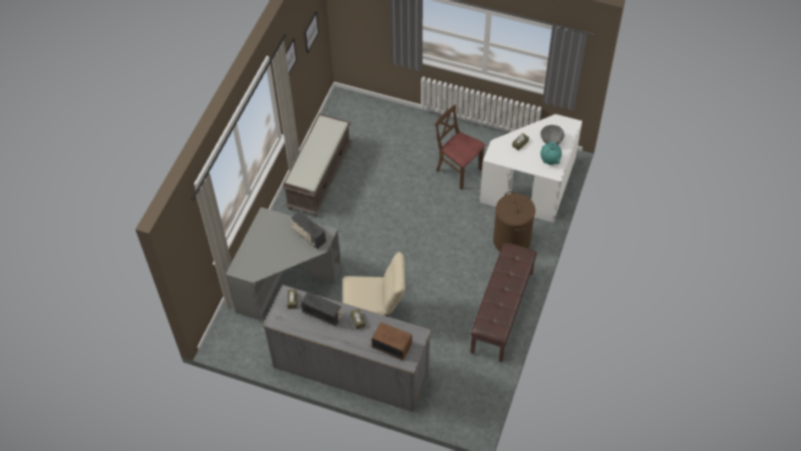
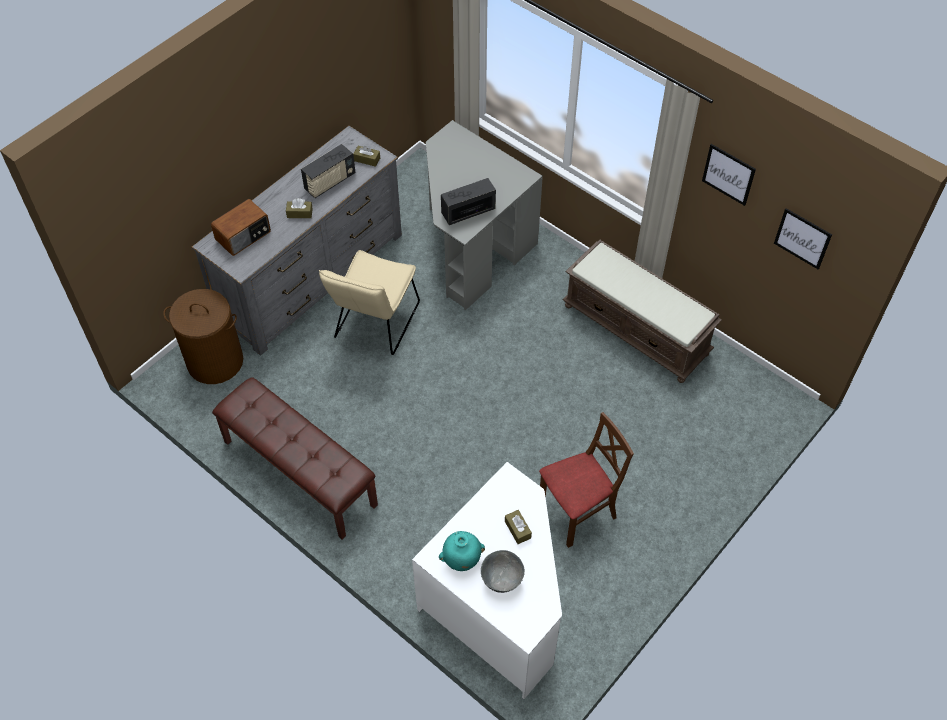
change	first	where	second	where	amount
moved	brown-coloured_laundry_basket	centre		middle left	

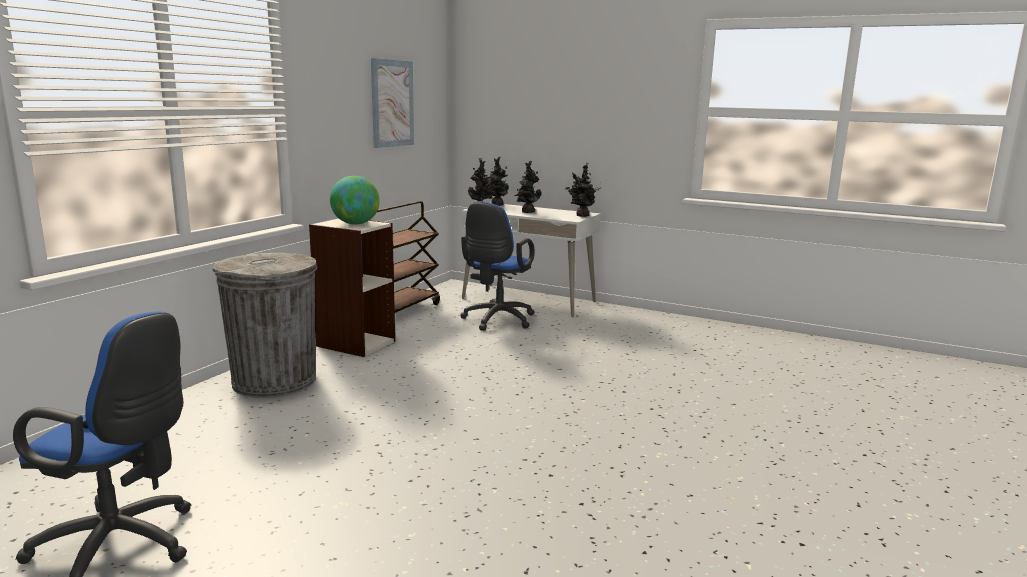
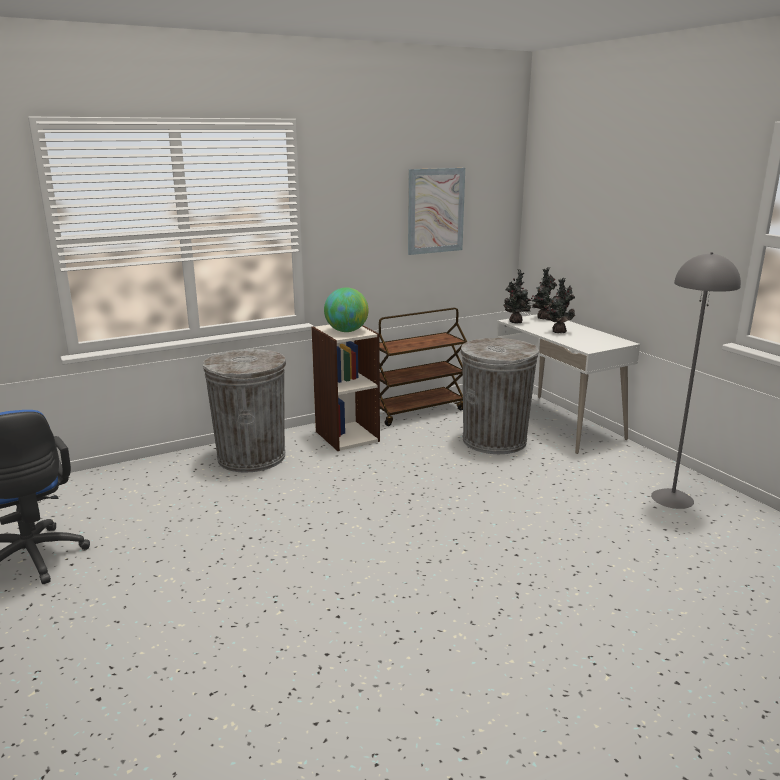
change	first	where	second	where	amount
replaced	blue-coloured_computer_chair (2nd from left)	centre	gray_trash_can (2nd from left)	centre	
added			gray_floor_lamp	middle right	
removed	plant_in_a_pot (4th from left)	top centre			

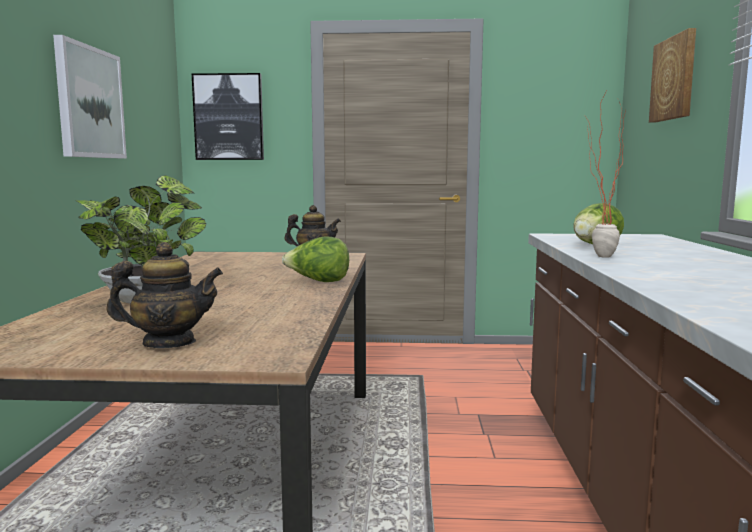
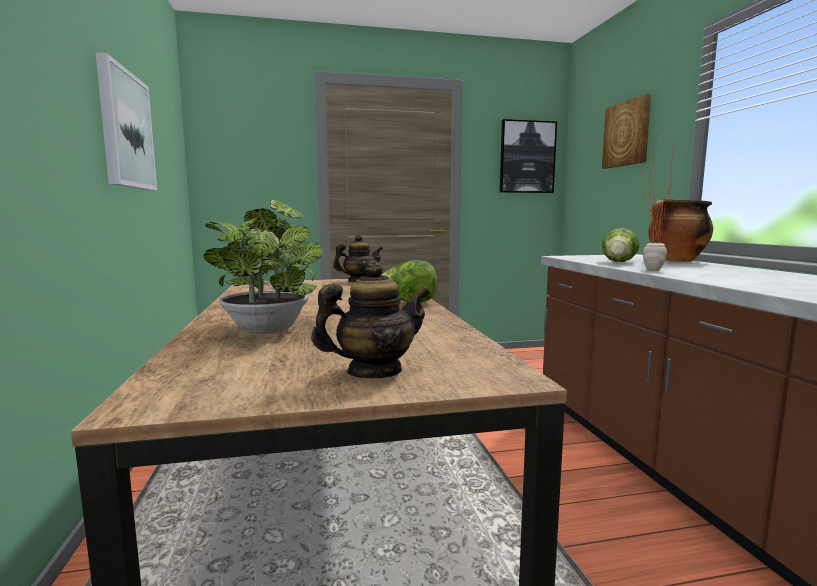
change	first	where	second	where	amount
moved	wall_picture (2nd from left)	top left		top centre	
added			saucepot	middle right	

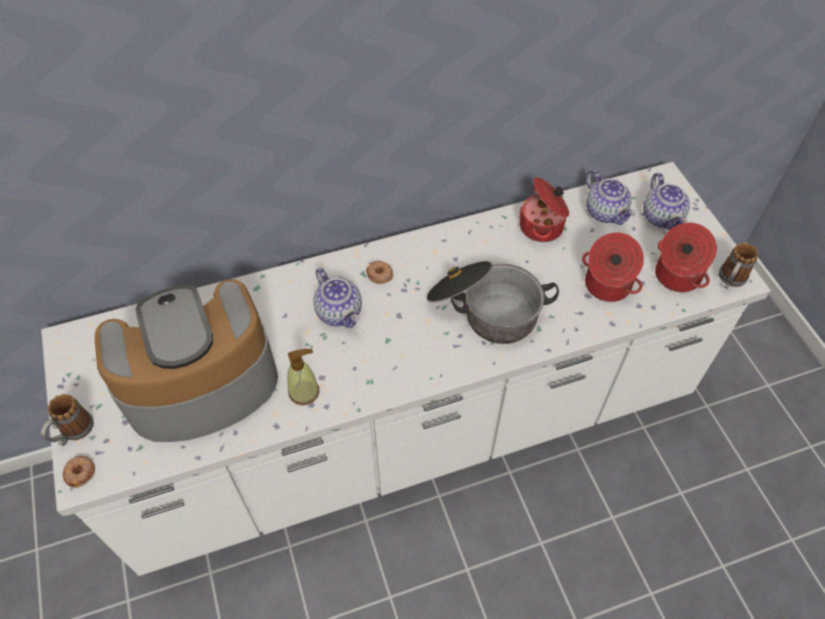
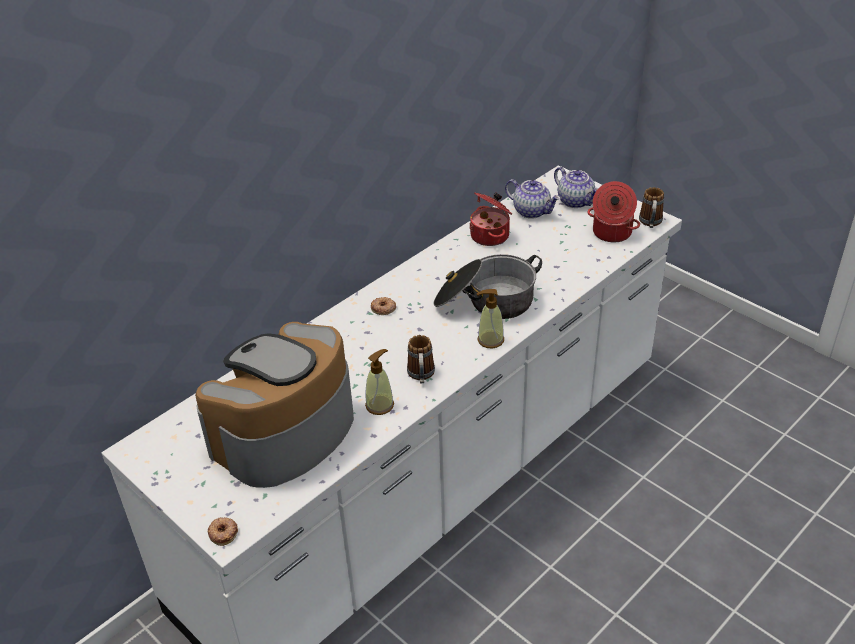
change	first	where	second	where	amount
moved	coffee_mug (1st from left)	bottom left		centre	
added			soap_dispenser (2nd from left)	centre	
removed	teapot (1st from left)	centre			
removed	saucepot (3rd from left)	middle right			

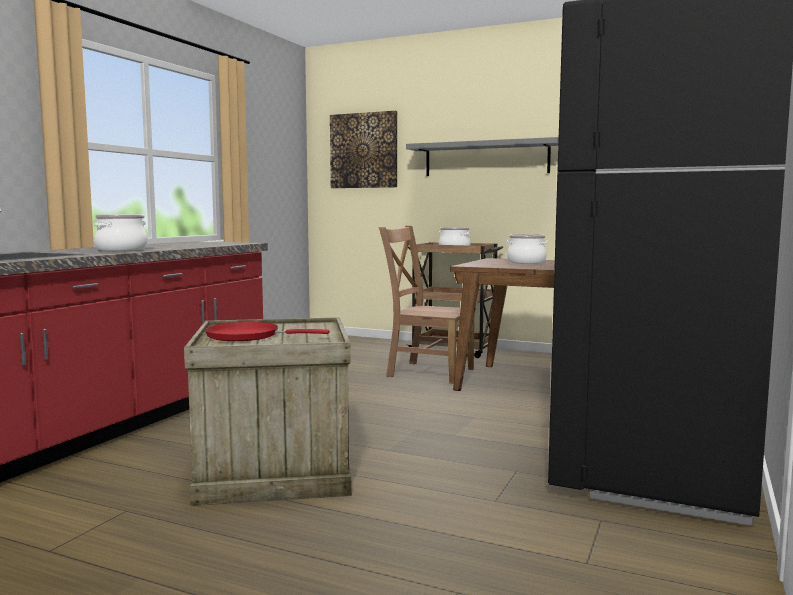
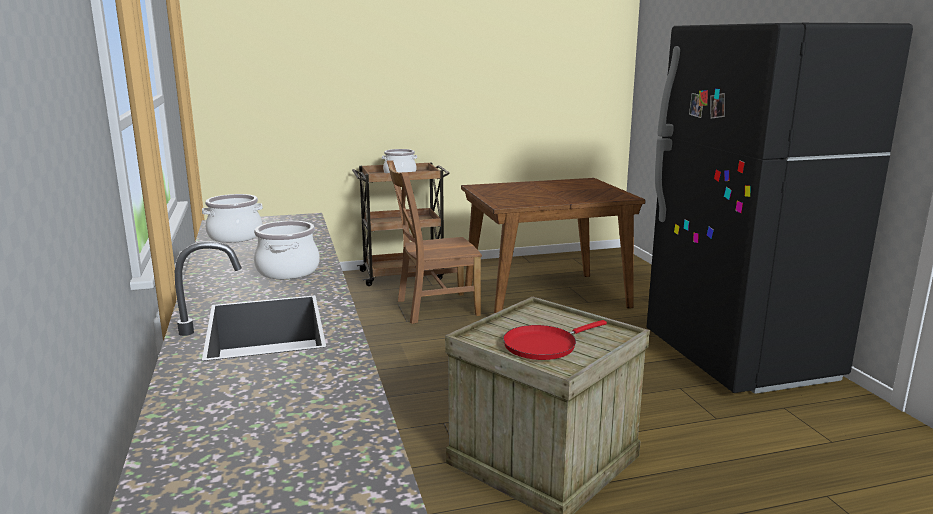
change	first	where	second	where	amount
moved	saucepot (3rd from left in the first image)	centre	saucepot (1st from left)	middle left	
removed	wall_picture	top centre			
removed	gray_shelf	top centre			

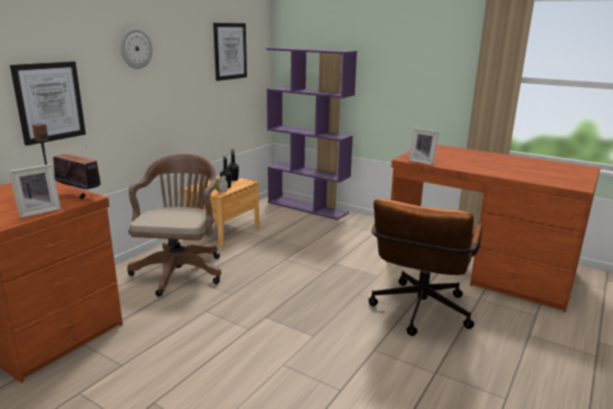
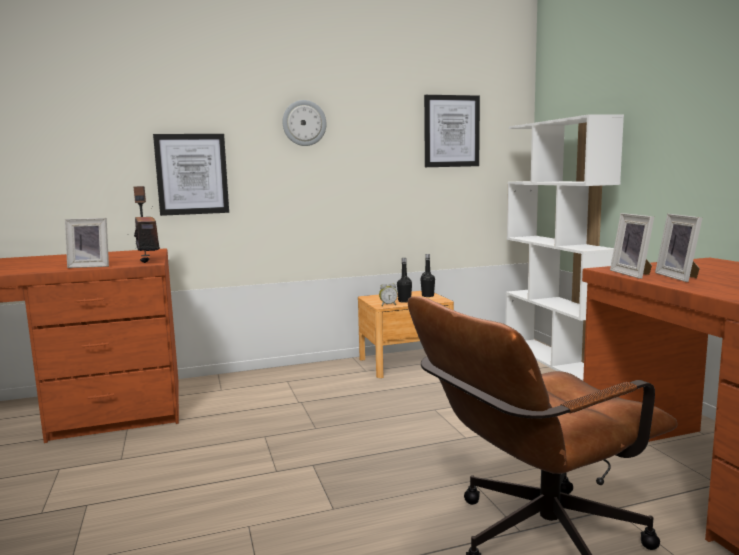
change	first	where	second	where	amount
recoloured	purplish_shelving_unit	top centre	white_shelving_unit	middle right	
added			standing_frame (3rd from left)	middle right	
removed	brown-coloured_computer_chair (1st from left)	middle left			

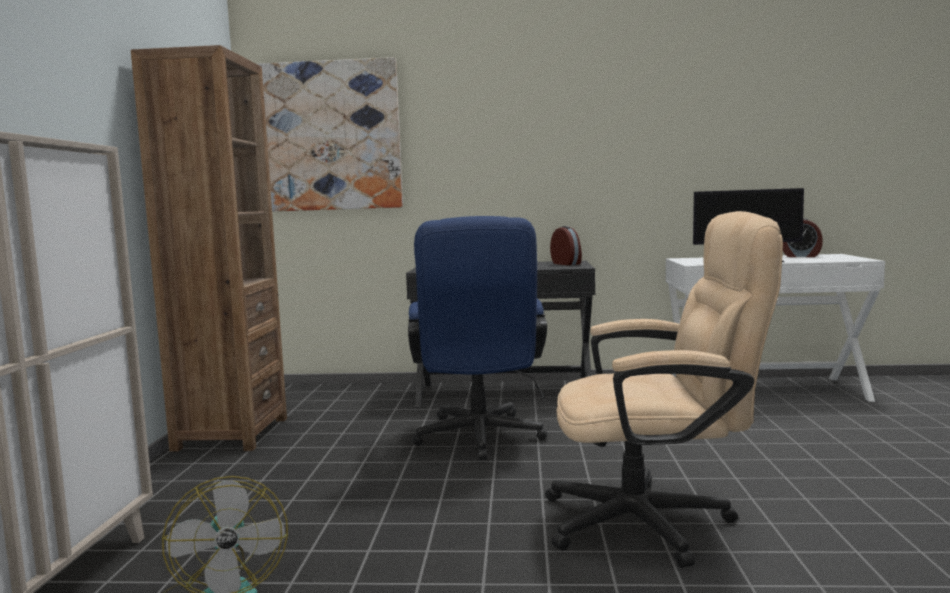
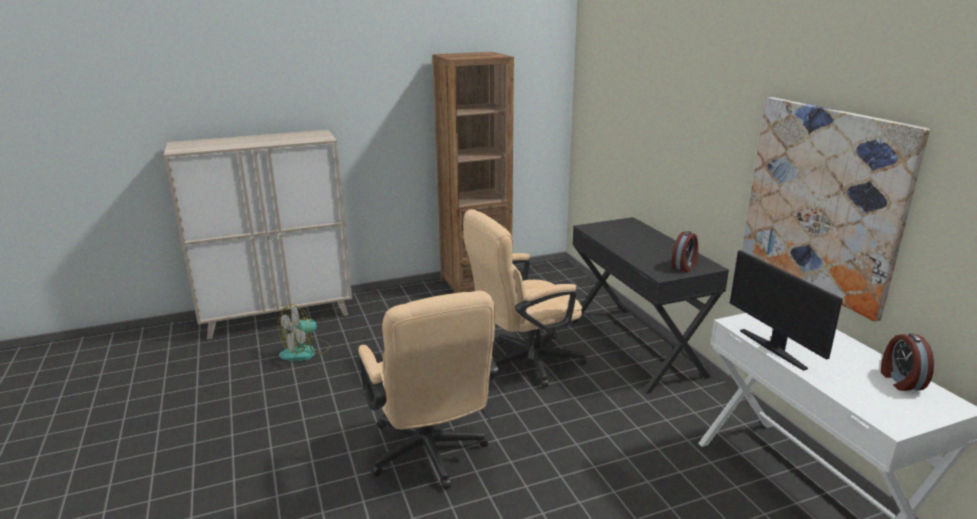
change	first	where	second	where	amount
recoloured	blue-coloured_computer_chair	centre	beige_computer_chair (2nd from left)	centre	
moved	wall_picture	top centre		middle right	

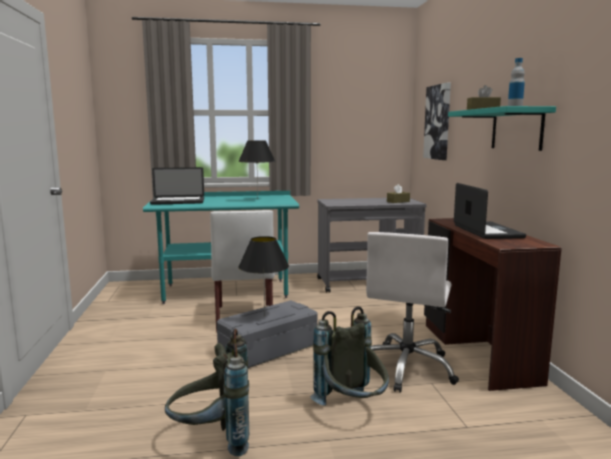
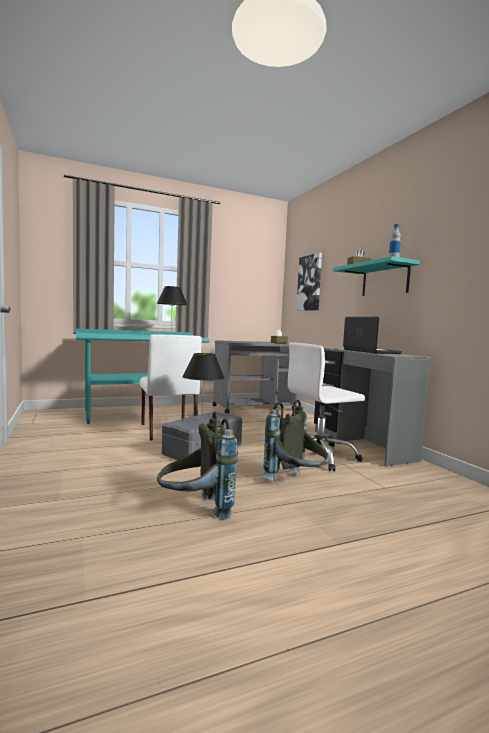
change	first	where	second	where	amount
turned	white_computer_chair	bottom right		middle right	60 degrees clockwise
recoloured	brown-coloured_desk	middle right	gray_desk	middle right	
removed	portable_computer (1st from left)	middle left			

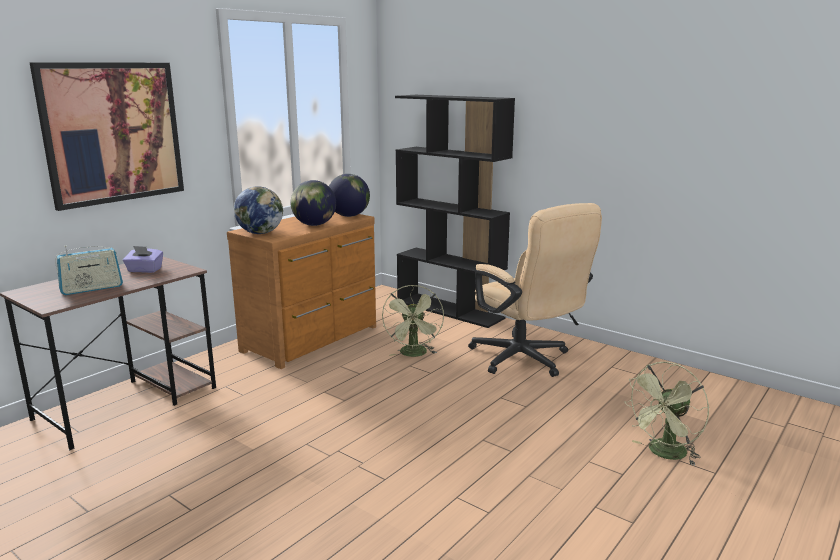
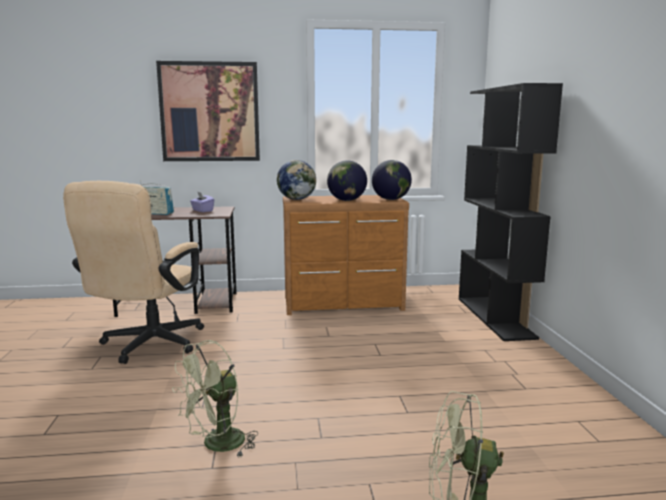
change	first	where	second	where	amount
moved	beige_computer_chair	centre		middle left	
moved	green_electric_fan (1st from left)	centre		bottom left	

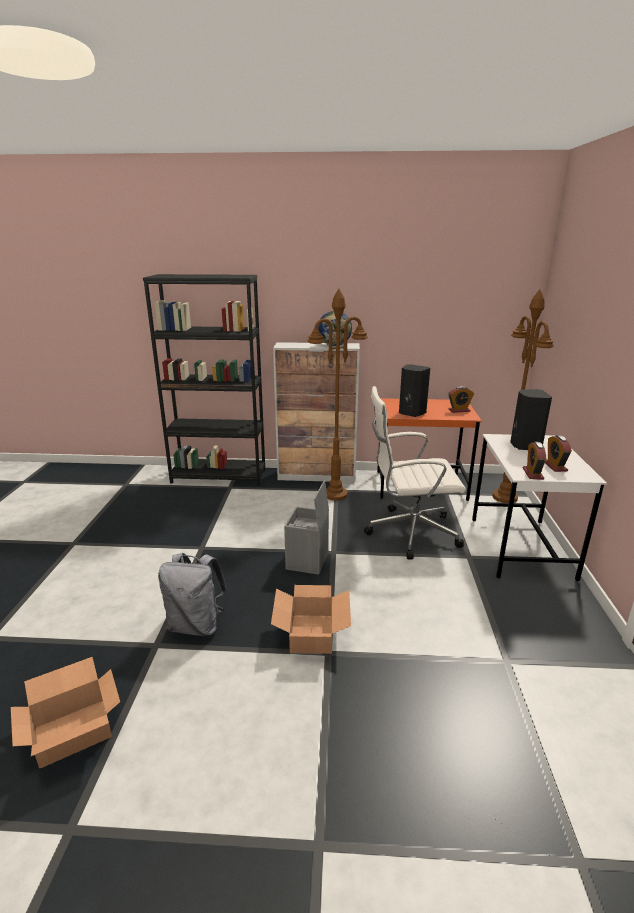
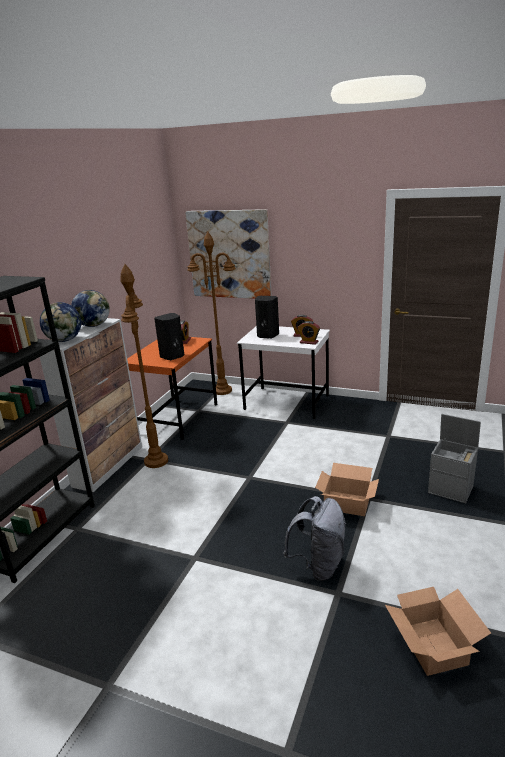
change	first	where	second	where	amount
added			world_globe (1st from left)	middle left	
added			wall_picture	centre	
moved	gray_storage_bin	centre		middle right	
removed	white_computer_chair	centre			

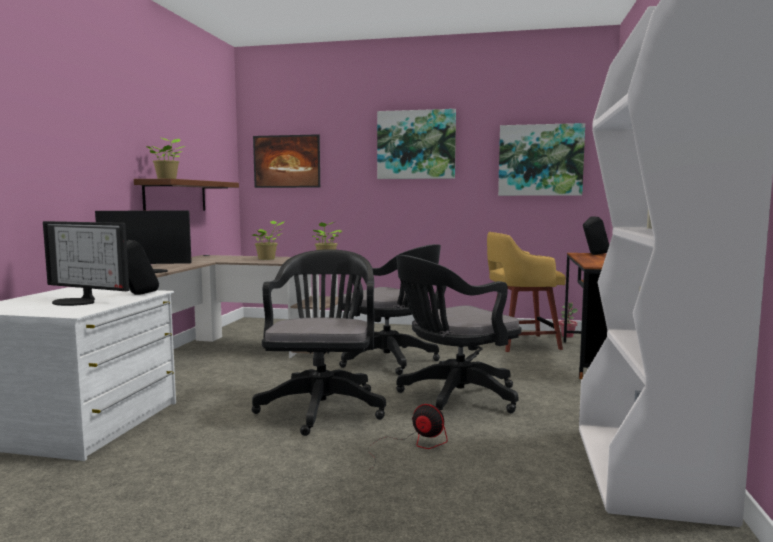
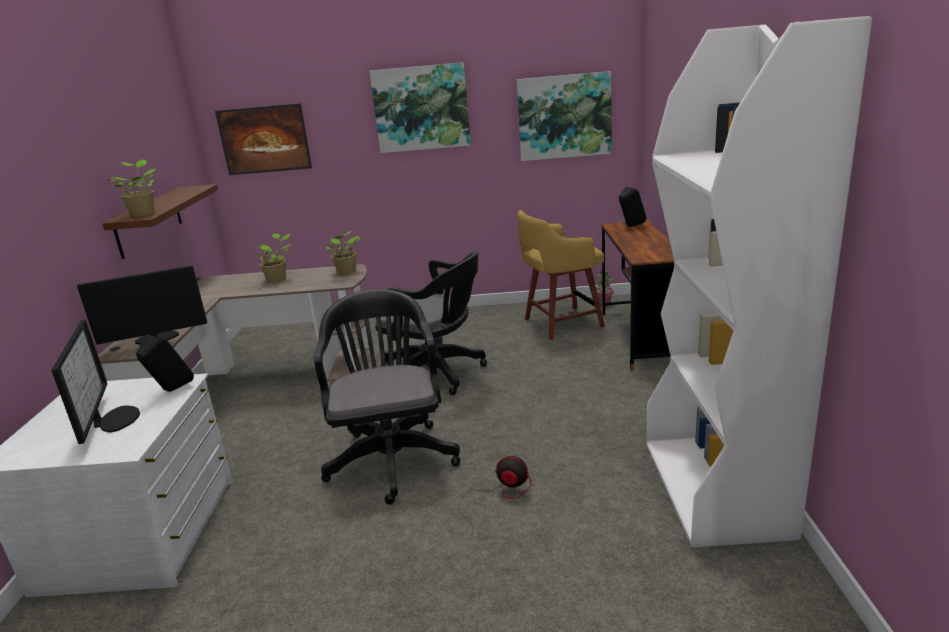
change	first	where	second	where	amount
turned	computer_display (1st from left)	middle left		middle left	120 degrees counterclockwise
removed	black-coloured_computer_chair (3rd from left)	centre			

